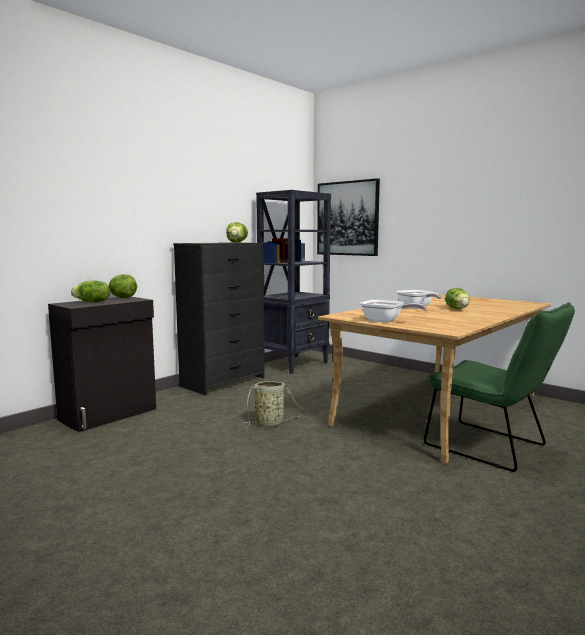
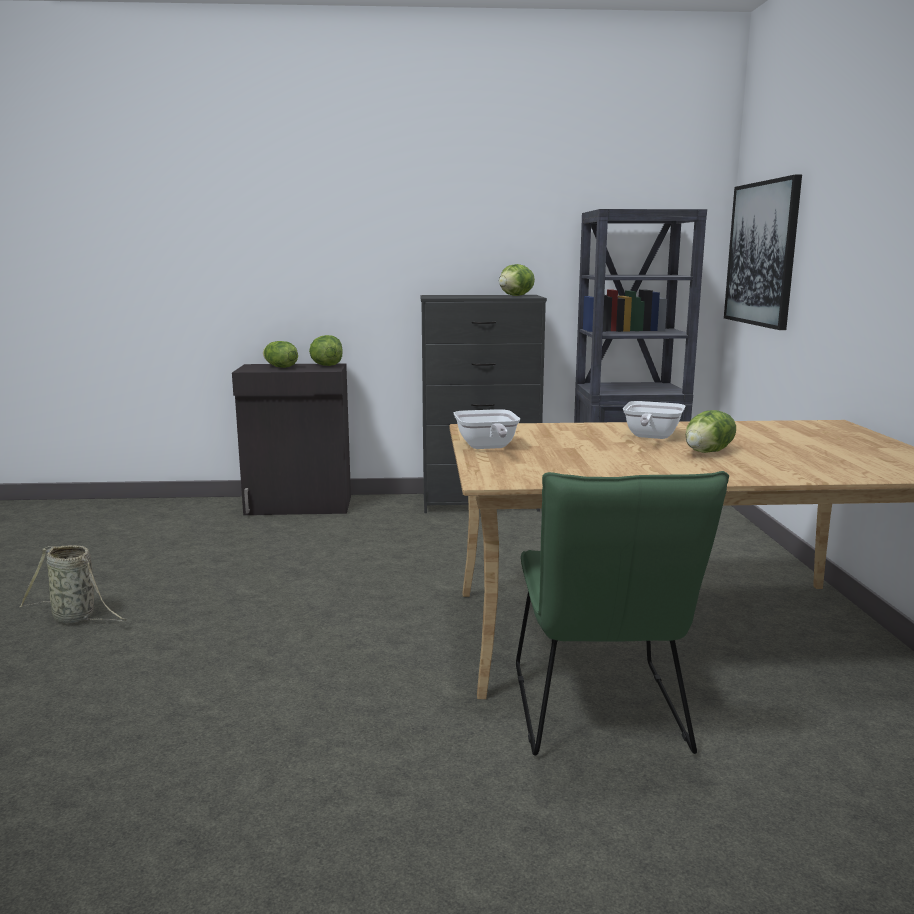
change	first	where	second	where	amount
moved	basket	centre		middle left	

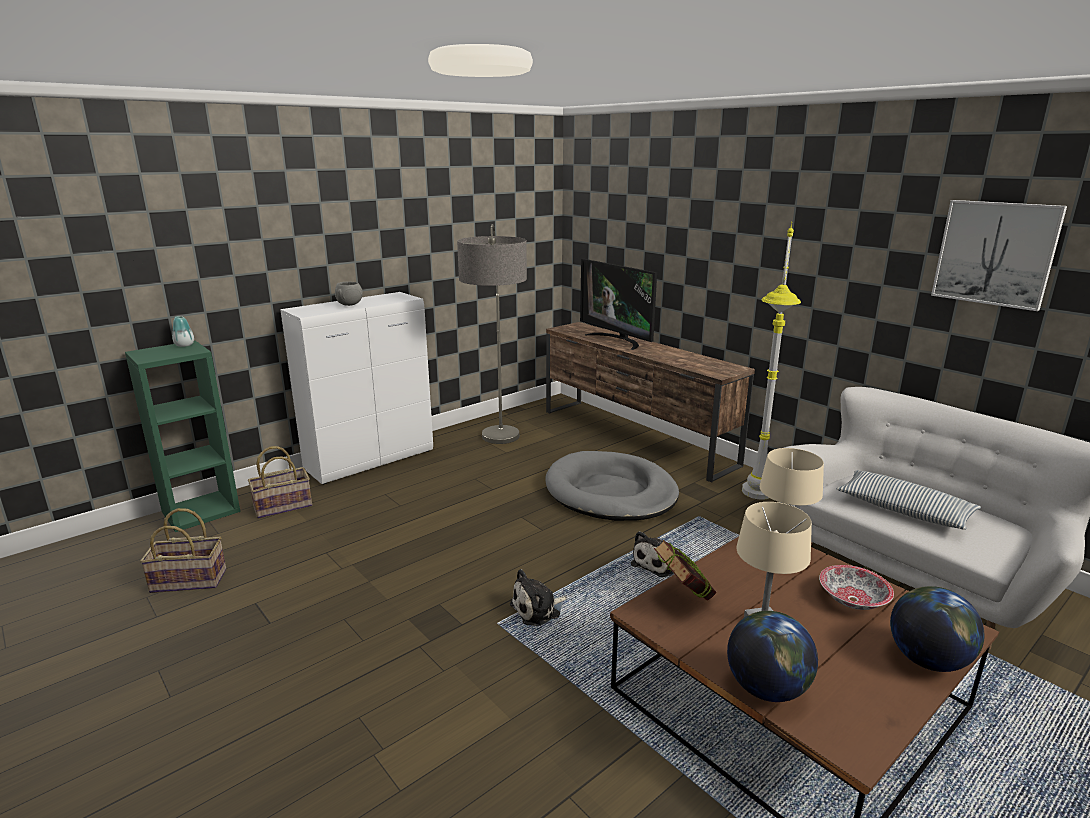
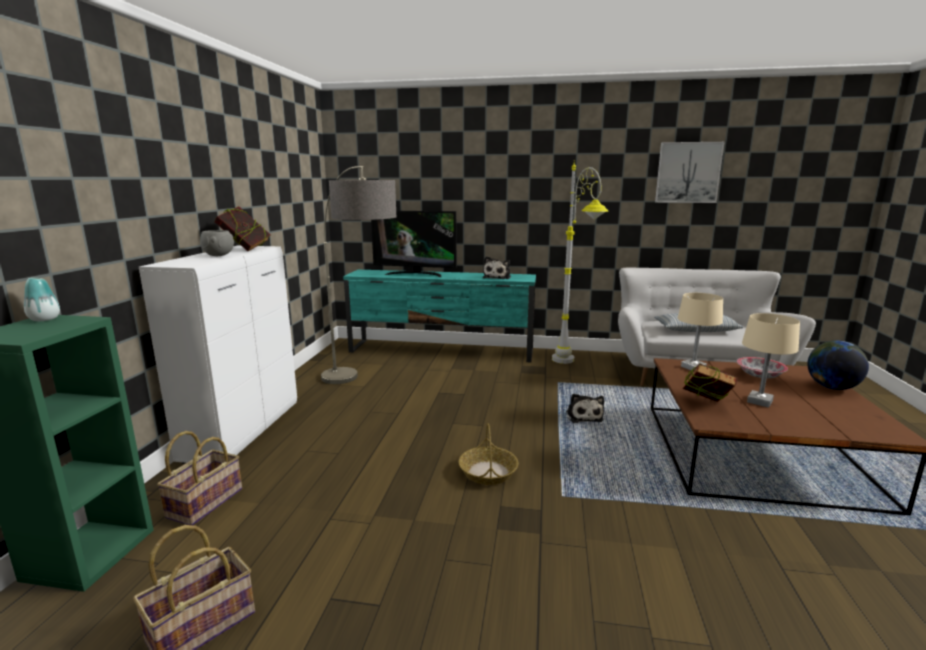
change	first	where	second	where	amount
added			book (1st from left)	middle left	
recoloured	brown-coloured_tv_unit	centre	turquoise_tv_unit	centre	
added			basket (3rd from left)	bottom centre	
moved	cuddly_toy (1st from left)	bottom centre		centre	
removed	gray_dog_bed	centre			
removed	world_globe (1st from left)	bottom right			

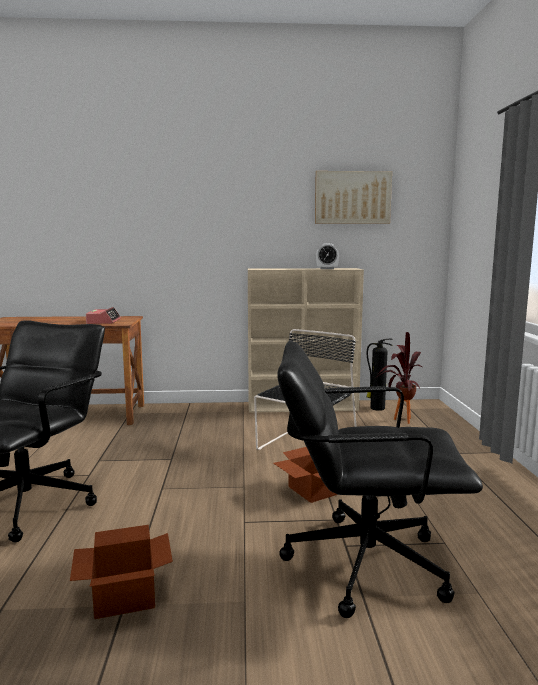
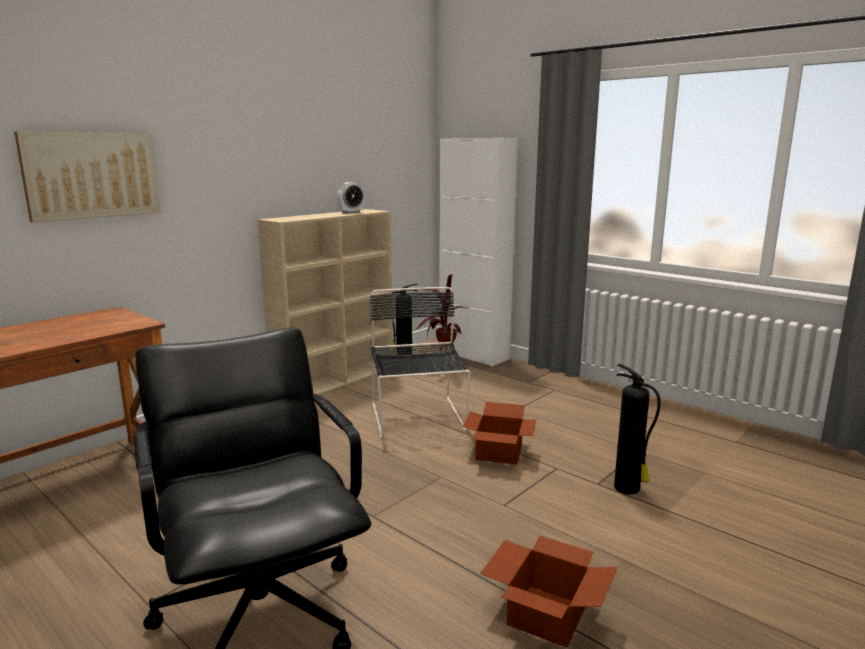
change	first	where	second	where	amount
moved	wall_picture	top centre		top left	
added			white_cupboard	centre	
replaced	black-coloured_computer_chair (2nd from left)	bottom right	extinguisher (2nd from left)	middle right	
removed	alarm_clock (1st from left)	middle left			

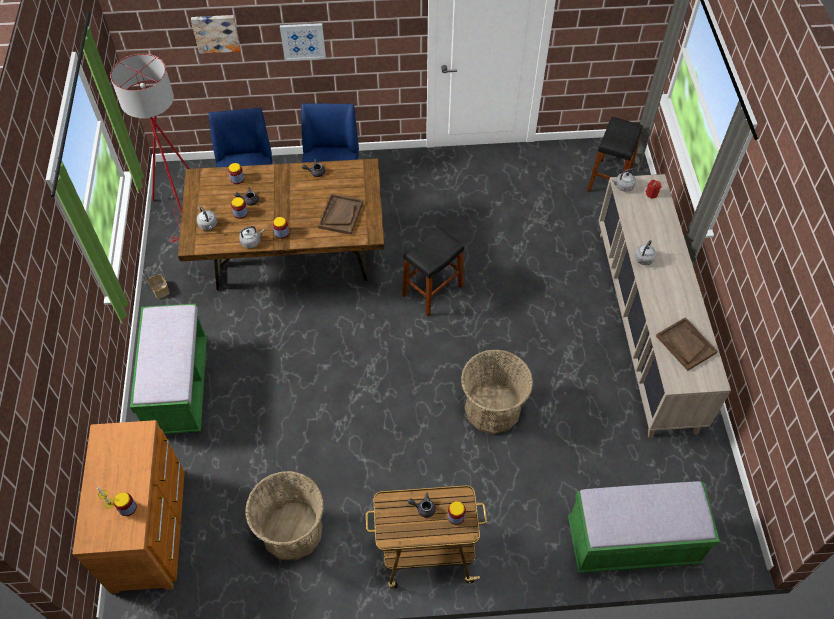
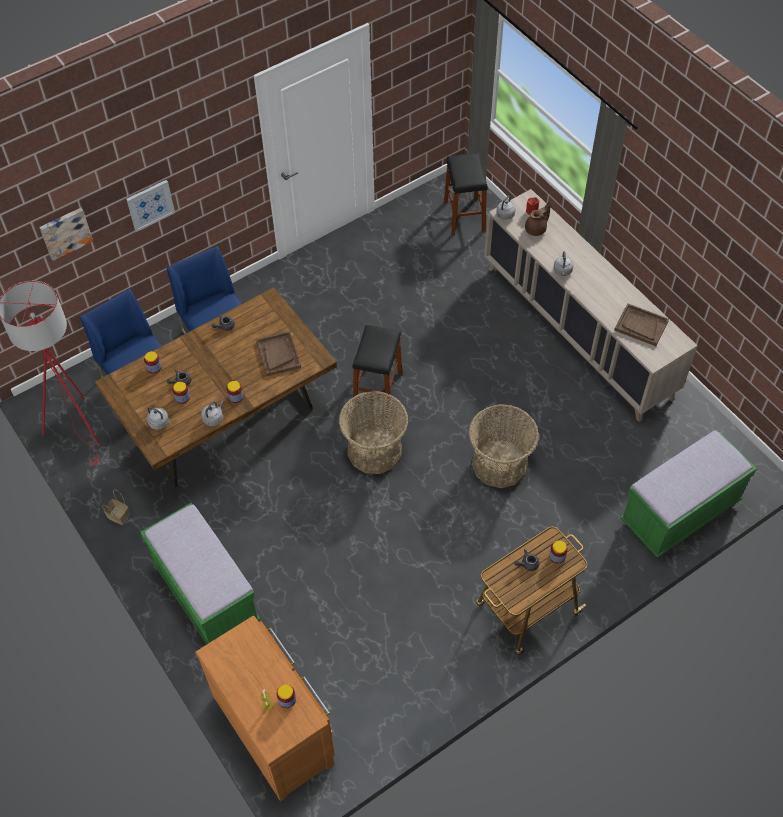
change	first	where	second	where	amount
moved	basket (2nd from left)	bottom centre		centre	
added			brown-coloured_teapot	top right	

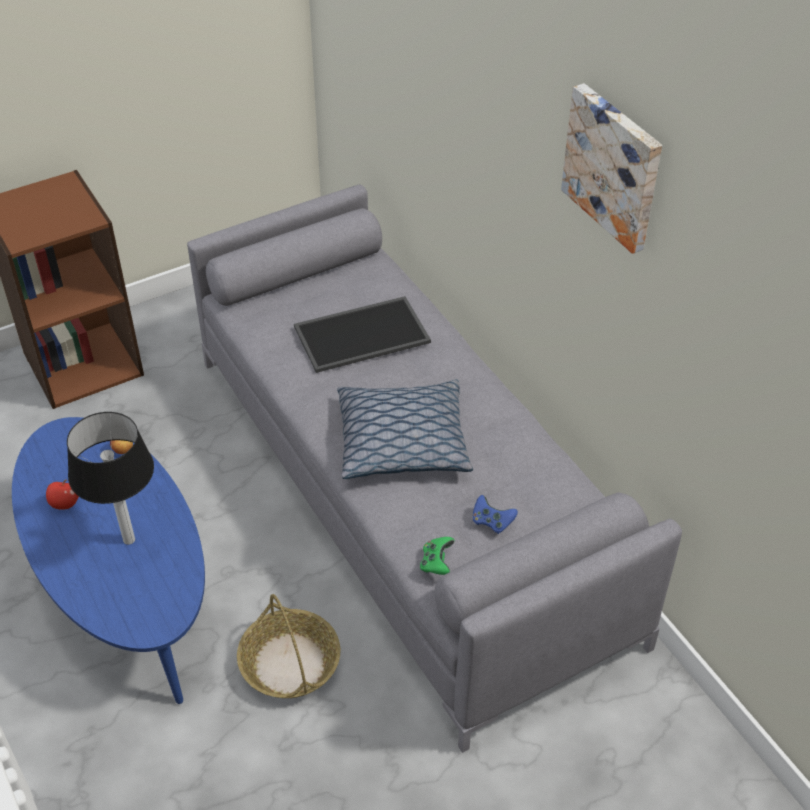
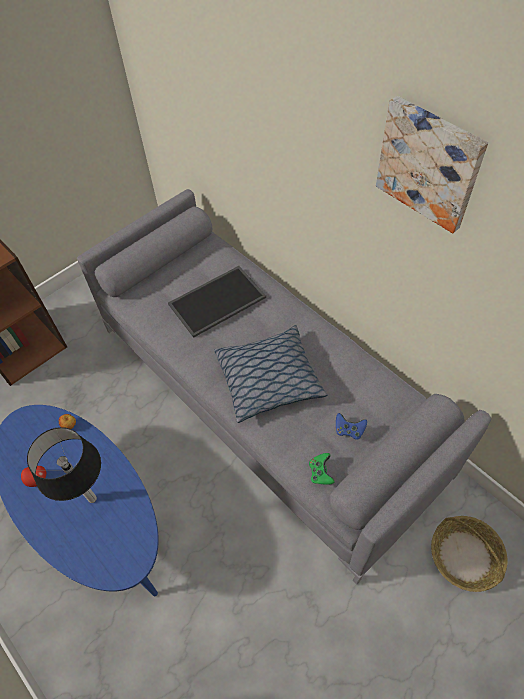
change	first	where	second	where	amount
moved	basket	bottom centre		bottom right	

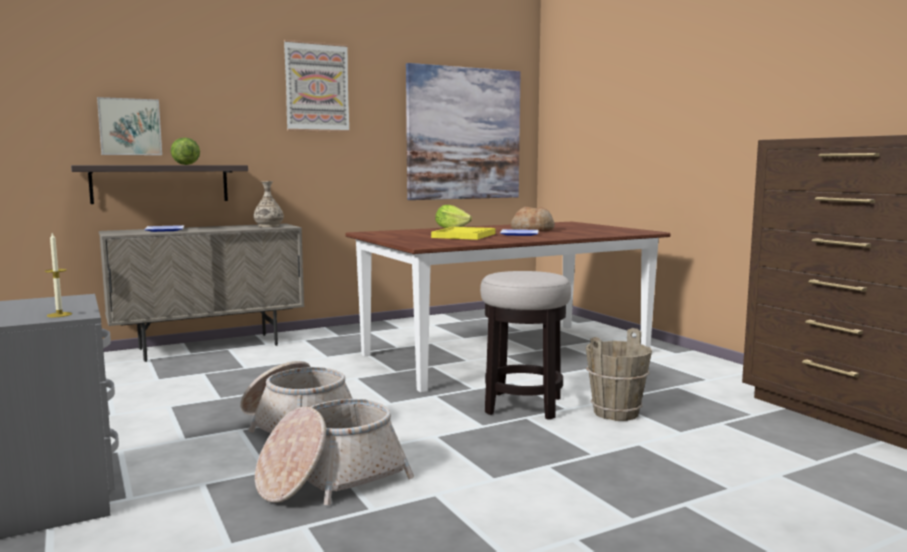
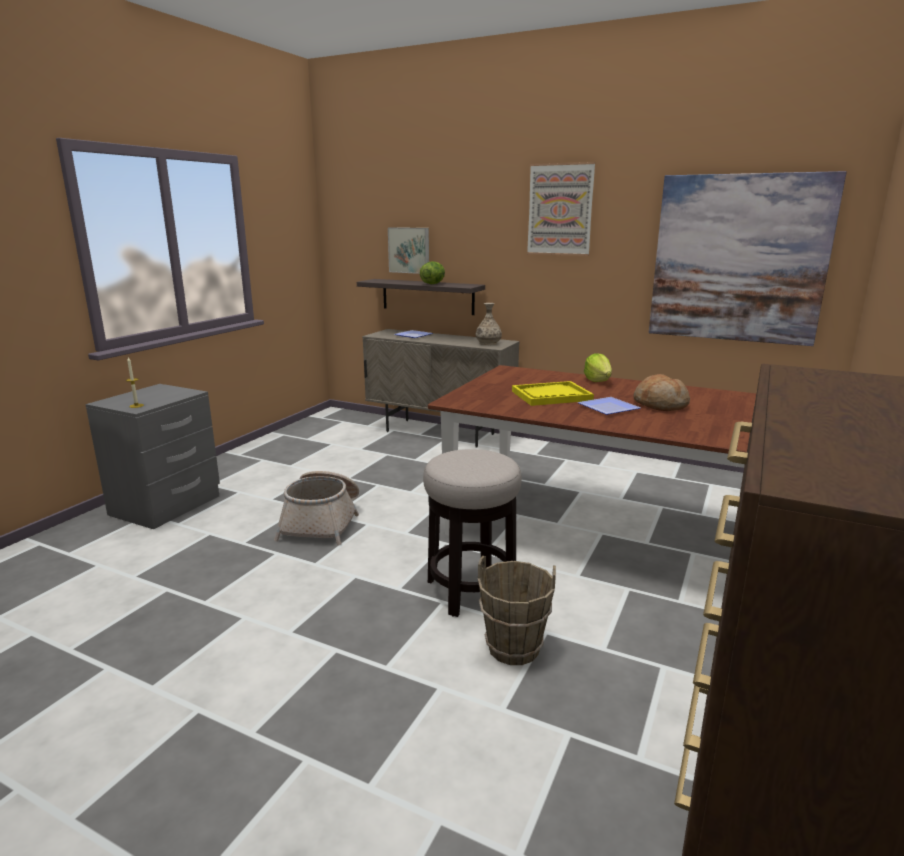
change	first	where	second	where	amount
removed	basket (2nd from left)	bottom centre			

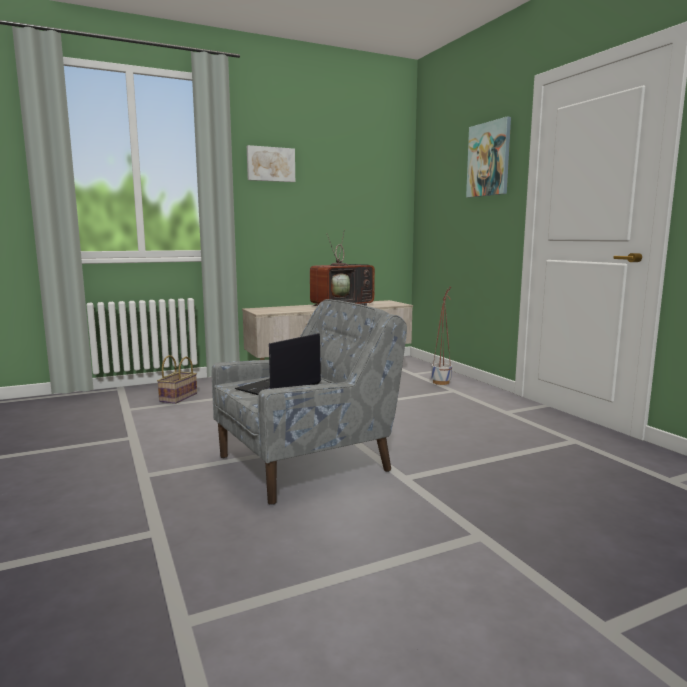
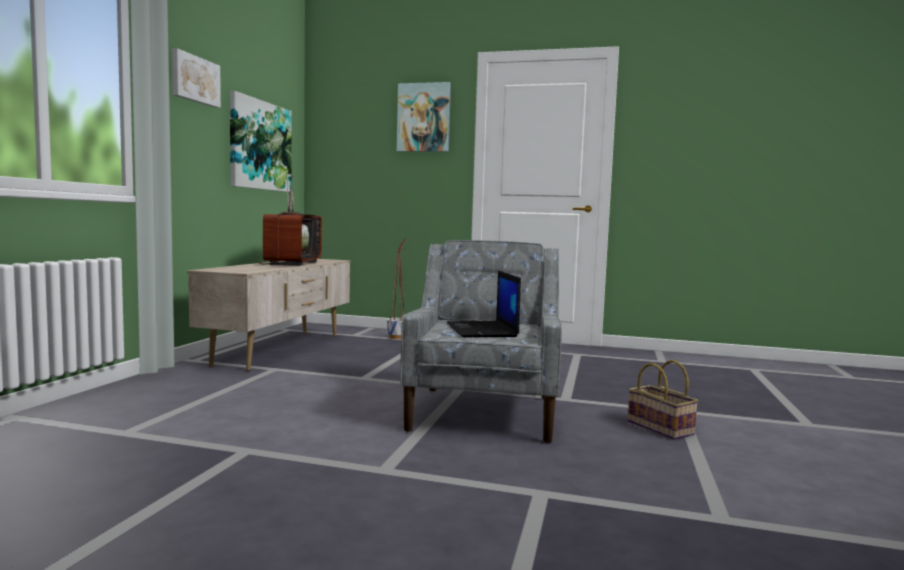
change	first	where	second	where	amount
added			wall_picture (2nd from left)	top left	
moved	basket	middle left		bottom right	

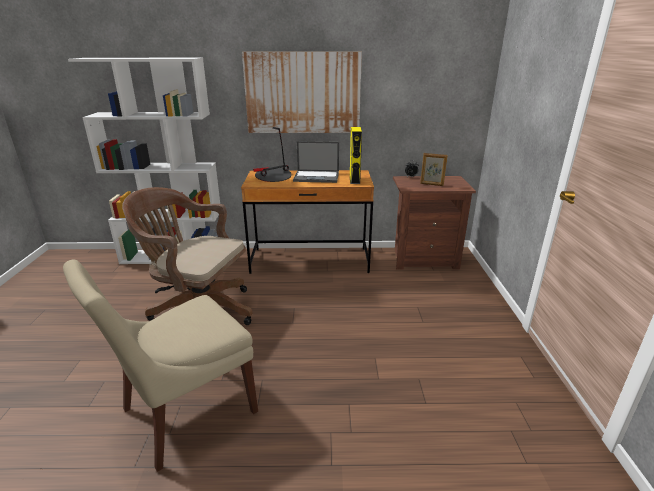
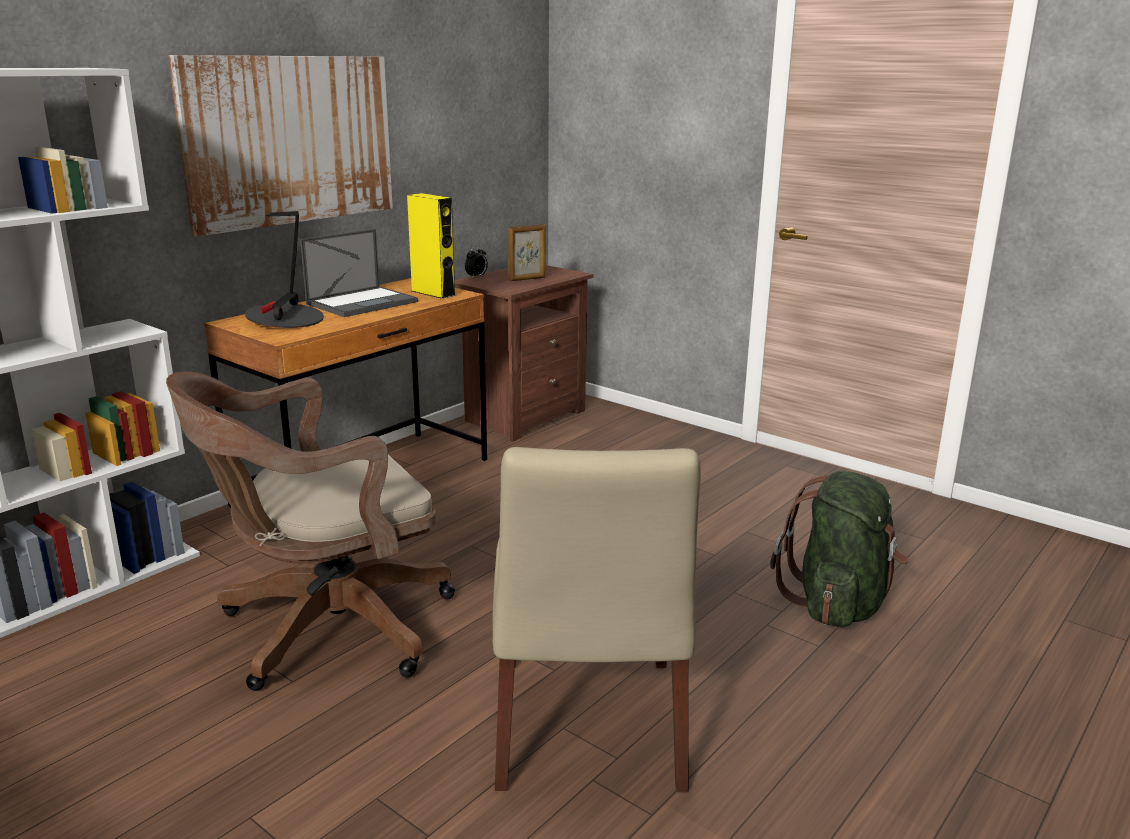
change	first	where	second	where	amount
added			green_backpack	middle right	

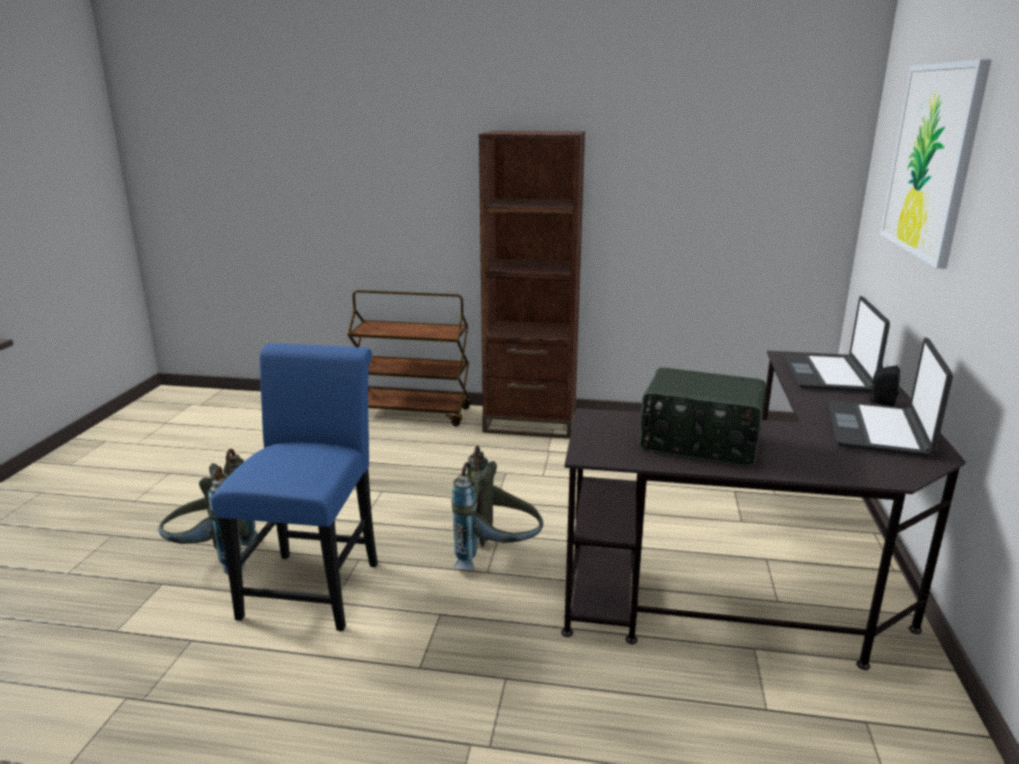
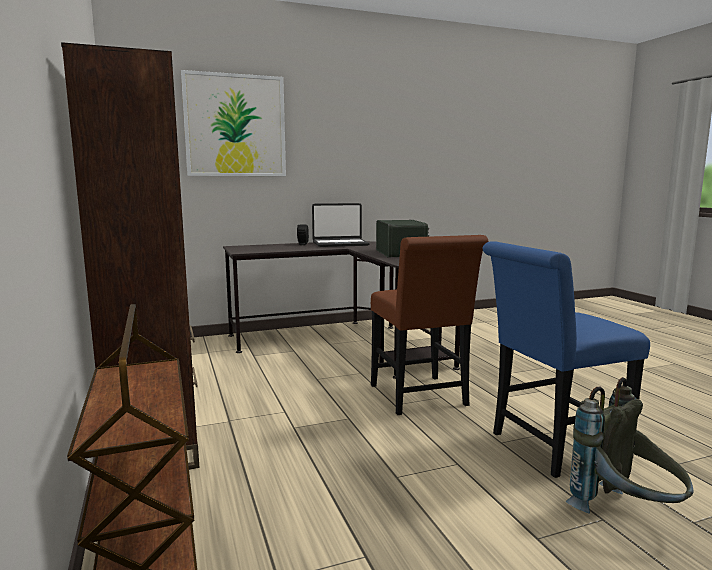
change	first	where	second	where	amount
replaced	gray_backpack (2nd from left)	centre	brown-coloured_upright_chair	centre	
removed	portable_computer (1st from left)	middle right			

